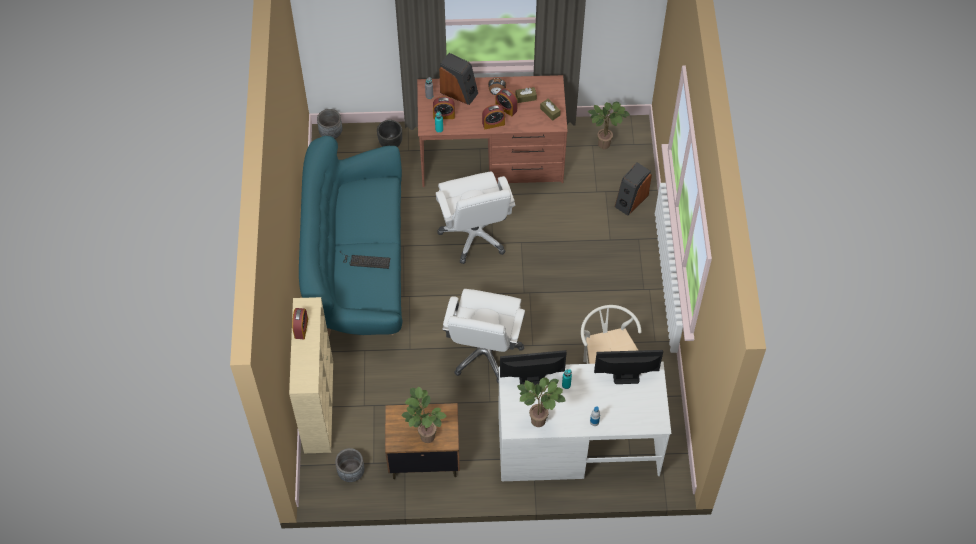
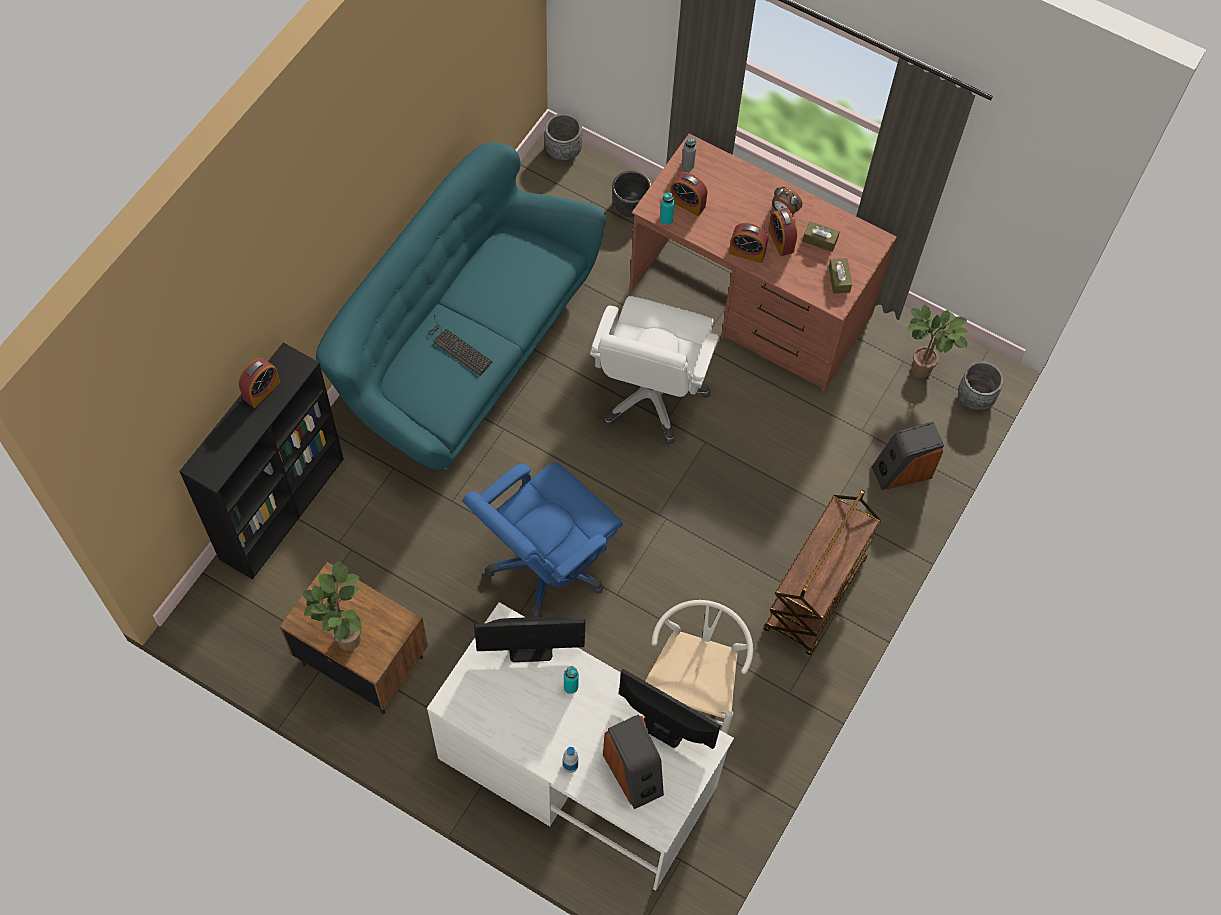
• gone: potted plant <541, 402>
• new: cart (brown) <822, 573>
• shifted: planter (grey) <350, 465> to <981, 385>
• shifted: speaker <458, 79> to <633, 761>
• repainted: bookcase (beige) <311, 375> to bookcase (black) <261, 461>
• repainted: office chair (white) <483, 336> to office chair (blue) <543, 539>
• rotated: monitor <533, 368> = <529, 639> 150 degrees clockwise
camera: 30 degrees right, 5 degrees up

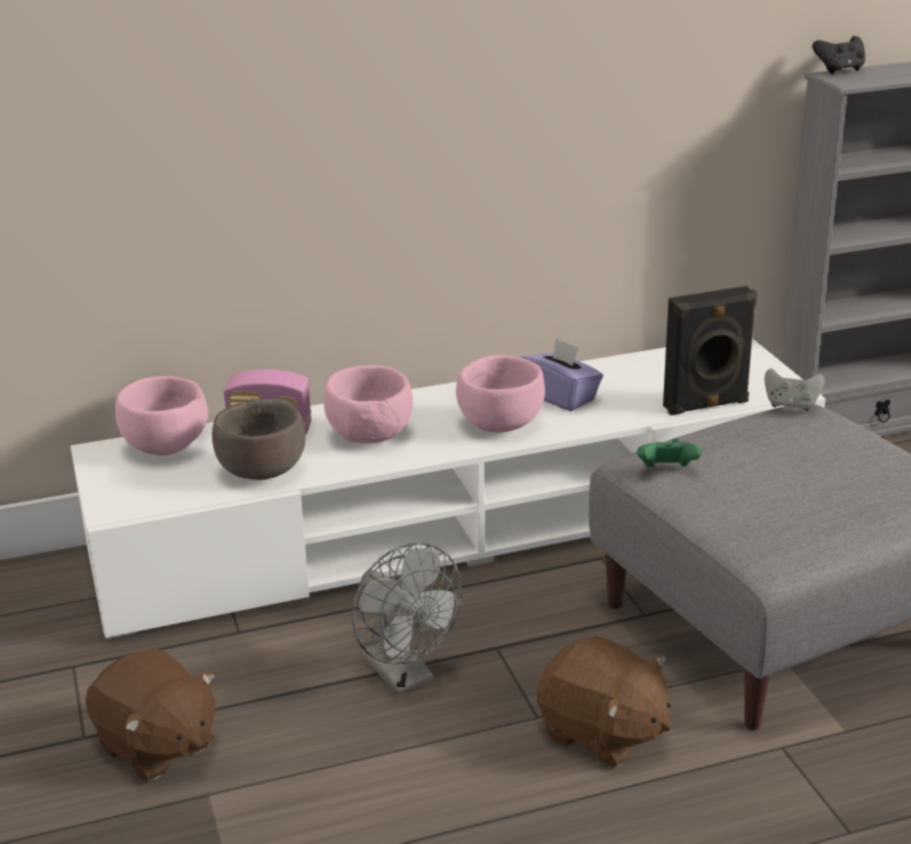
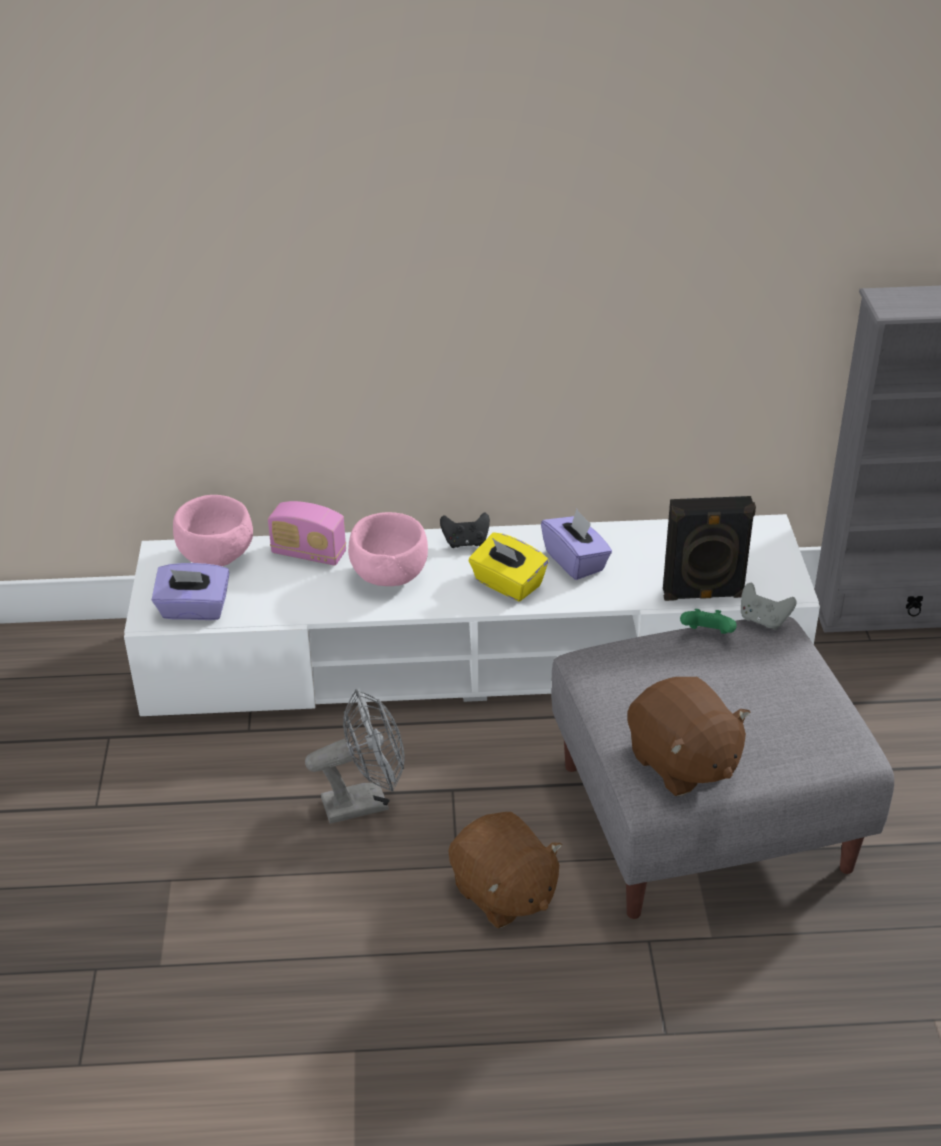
• gone: bowl (brown) <259, 439>
• new: tissue box (purple) <191, 591>
• shifted: plush toy (brown) <151, 715> to <688, 736>
• shifted: game controller (green) <669, 453> to <708, 621>
• shifted: game controller (black) <838, 55> to <465, 530>
• swapped: bowl (pink) <500, 393> to tissue box (yellow) <509, 567>
• rotated: fan (grey) <407, 618> = <355, 756> 90 degrees counterclockwise
camera: 15 degrees right, 10 degrees up

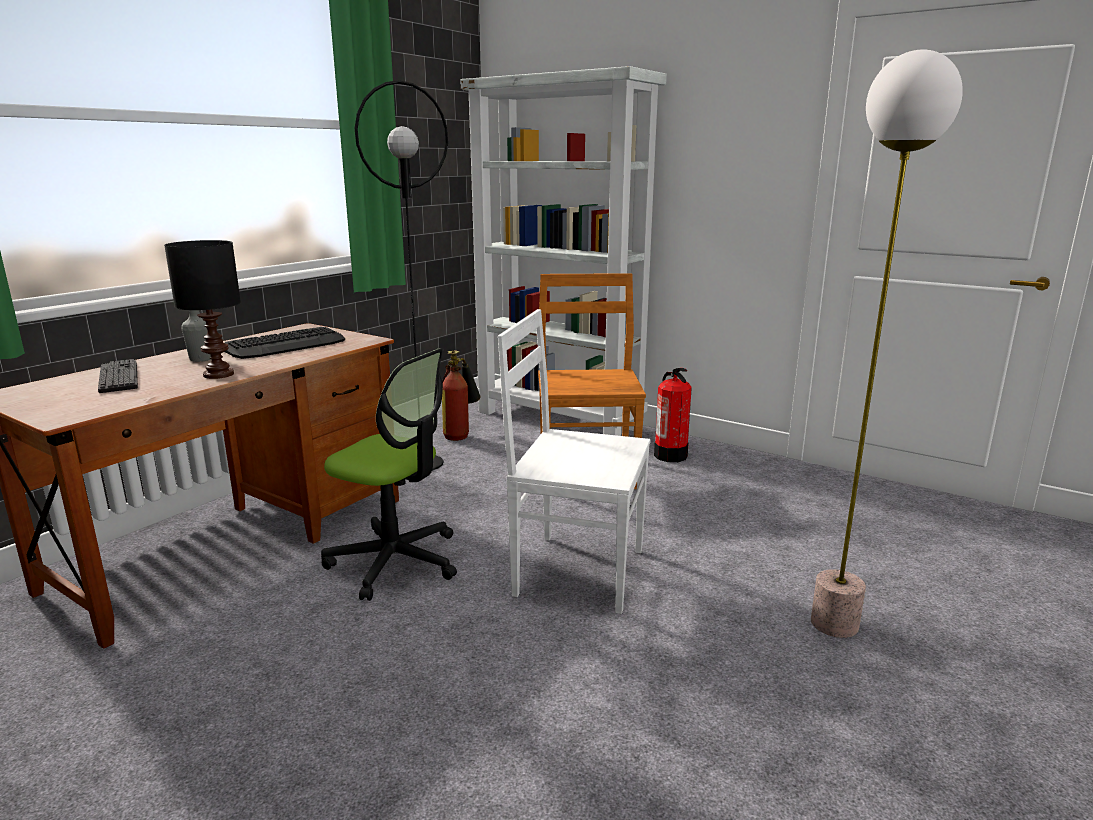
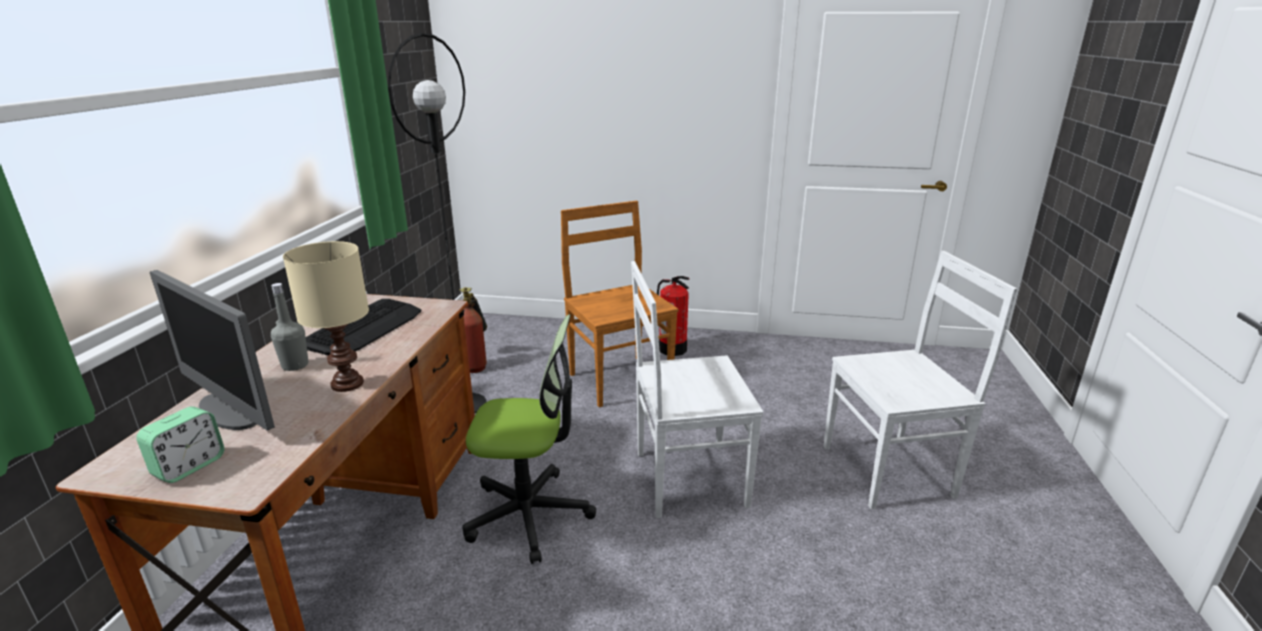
• gone: bookcase (white) <563, 251>
• new: alarm clock <180, 444>
• swapped: keyboard <118, 376> to monitor <212, 350>
• swapped: floor lamp <887, 344> to chair (white) <920, 380>
• repainted: table lamp (black) <202, 309> to table lamp (beige) <326, 316>
camera: 25 degrees left, 5 degrees up

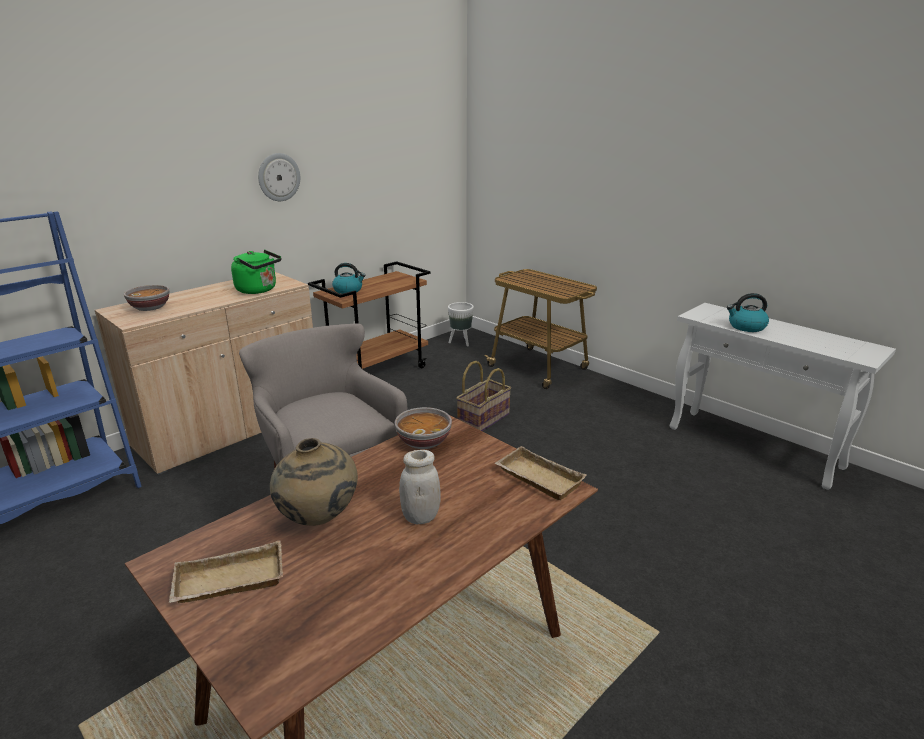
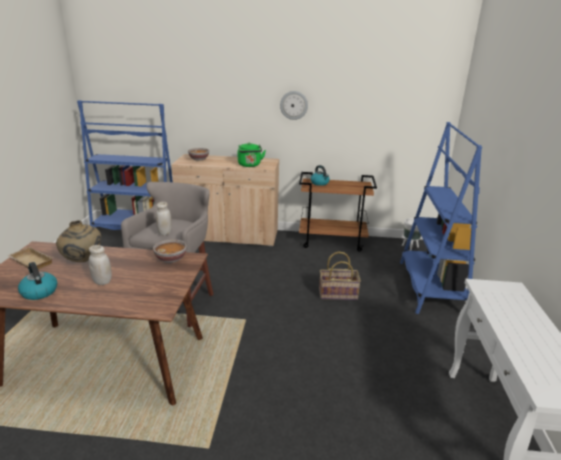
• gone: tray (beige) <541, 473>
• new: jar (white) <164, 218>
• shifted: kettle <748, 312> to <37, 281>
• swapped: cart <540, 329> to bookcase (blue) <441, 218>
camera: 50 degrees right, 0 degrees up

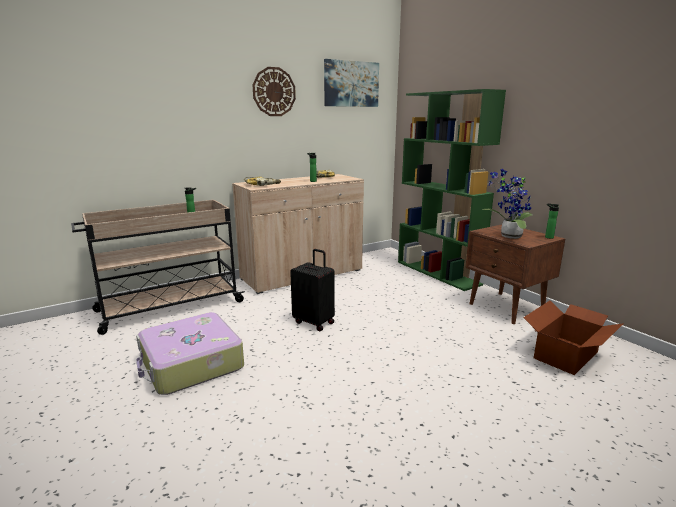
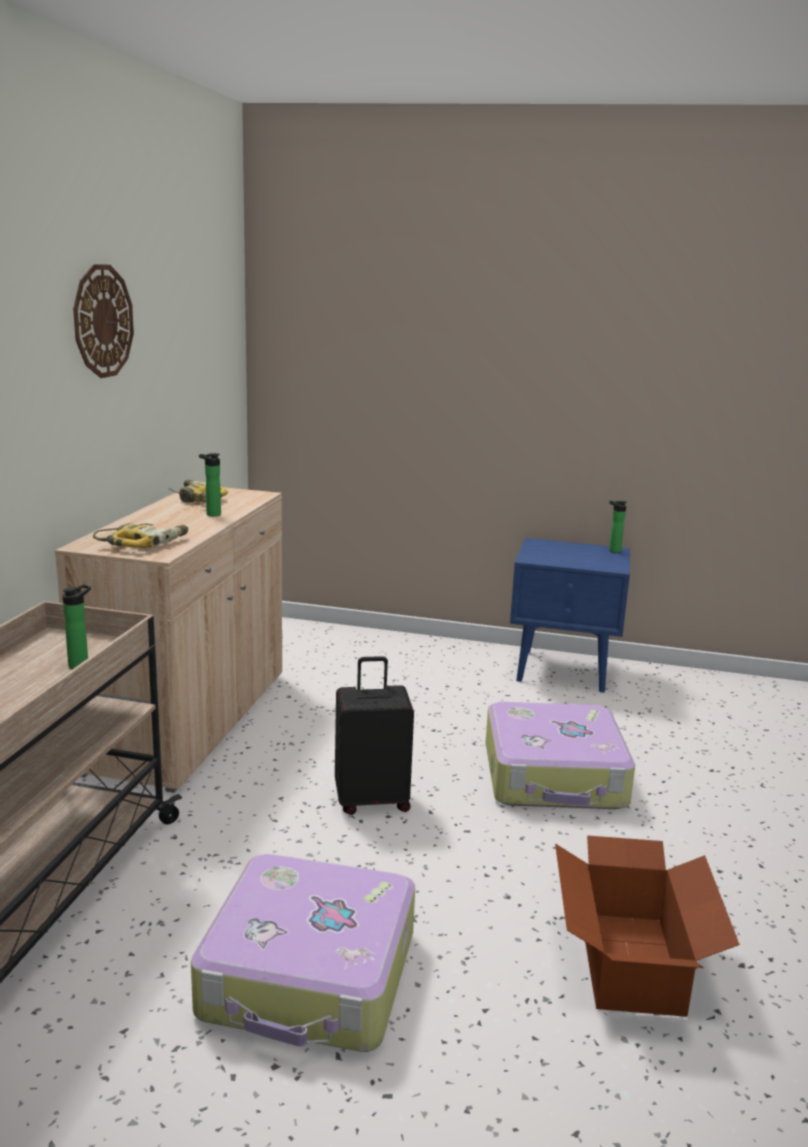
• gone: picture <351, 83>
• gone: bookcase (green) <452, 190>
• gone: potted plant <507, 204>
• new: suitcase <560, 755>
• shifted: cardboard box <573, 338> to <647, 926>
• repainted: nightstand (brown) <515, 274> to nightstand (blue) <570, 615>
camera: 45 degrees left, 0 degrees up

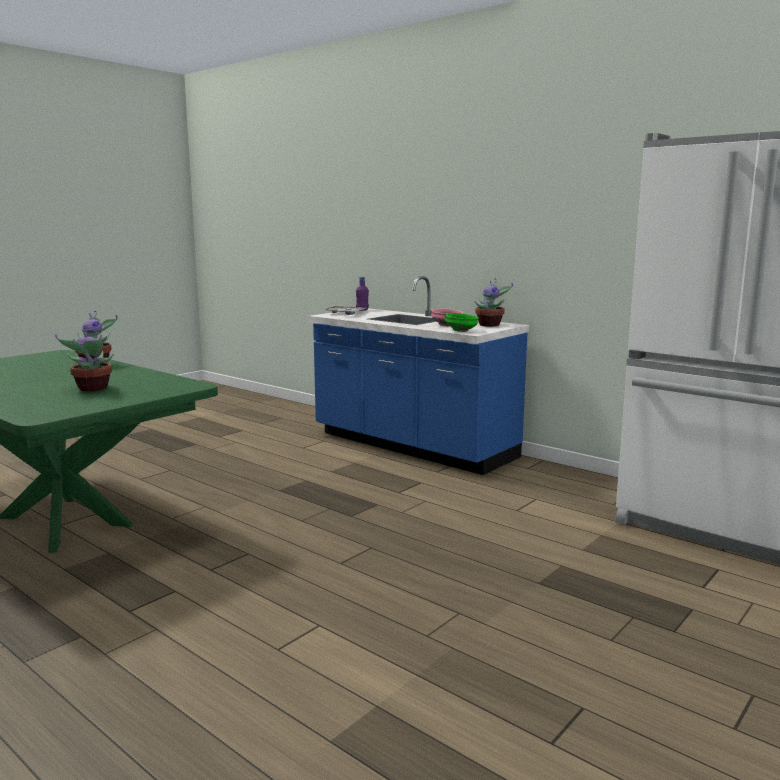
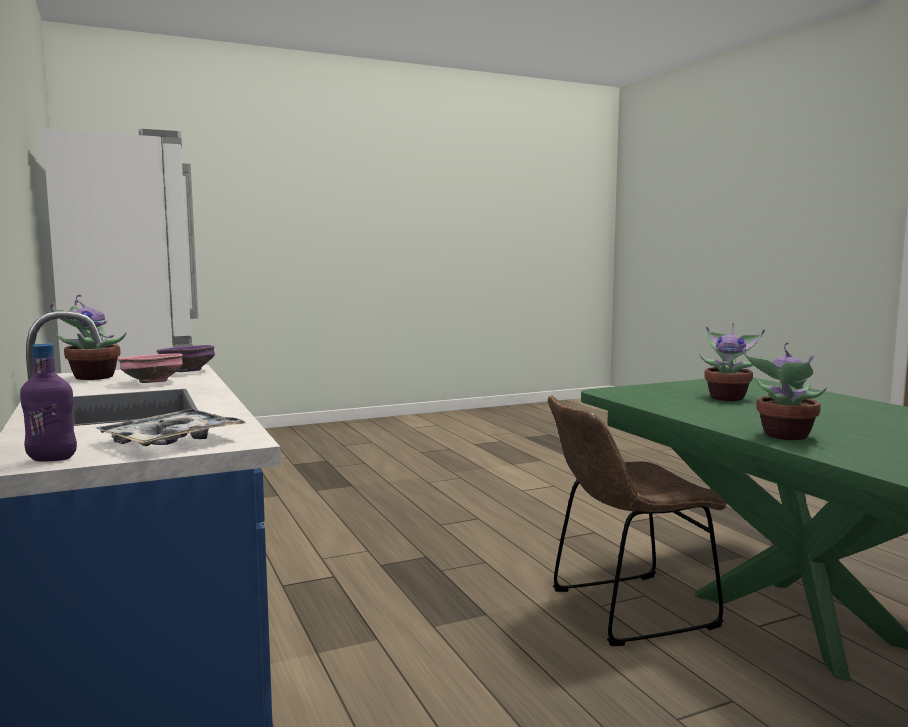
• new: chair (brown) <637, 521>
• repainted: bowl (green) <462, 322> to bowl (purple) <186, 358>
camera: 155 degrees left, 5 degrees down

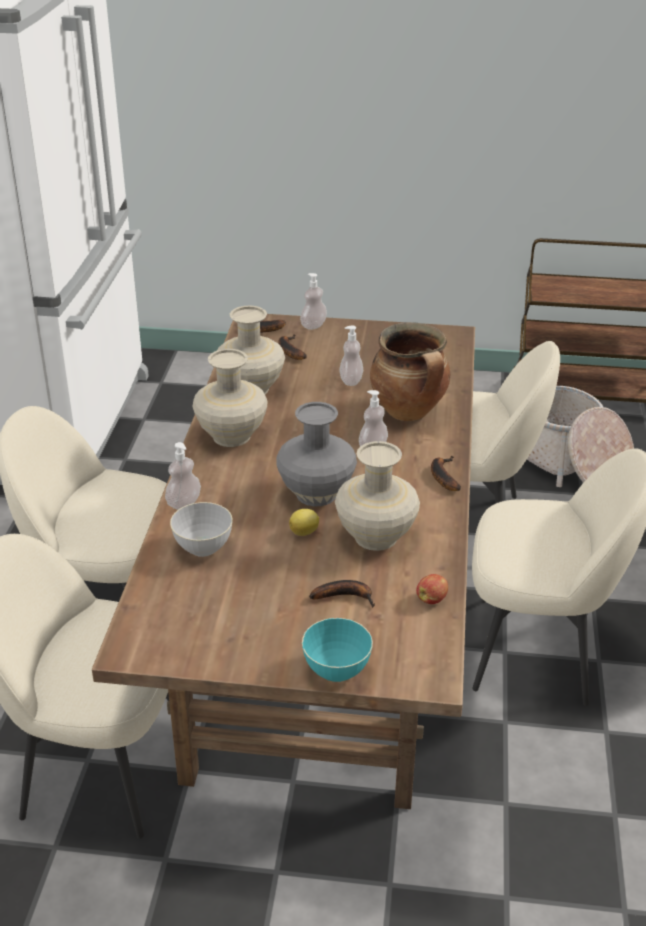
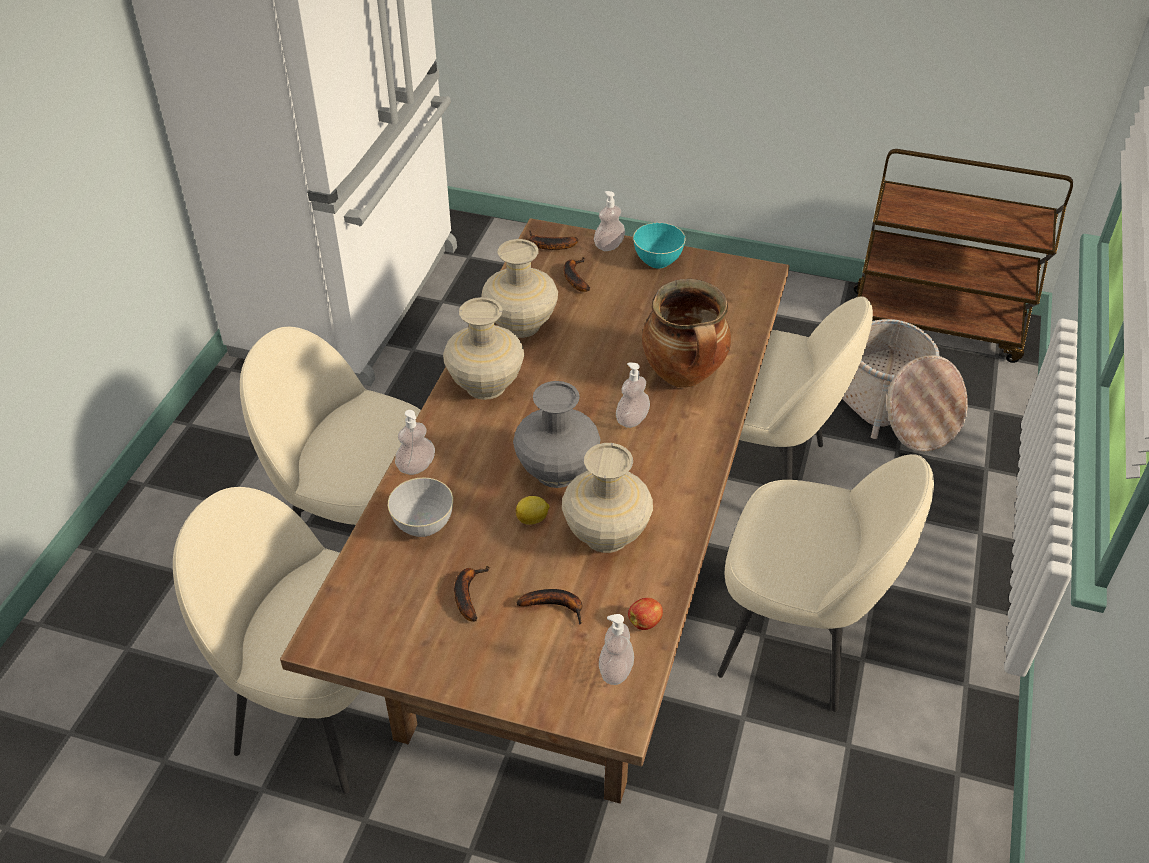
• shifted: bowl (turquoise) <337, 650> to <659, 245>
• shifted: soap dispenser <351, 355> to <616, 649>
• shifted: banana <446, 473> to <472, 594>
camera: 10 degrees right, 10 degrees up

